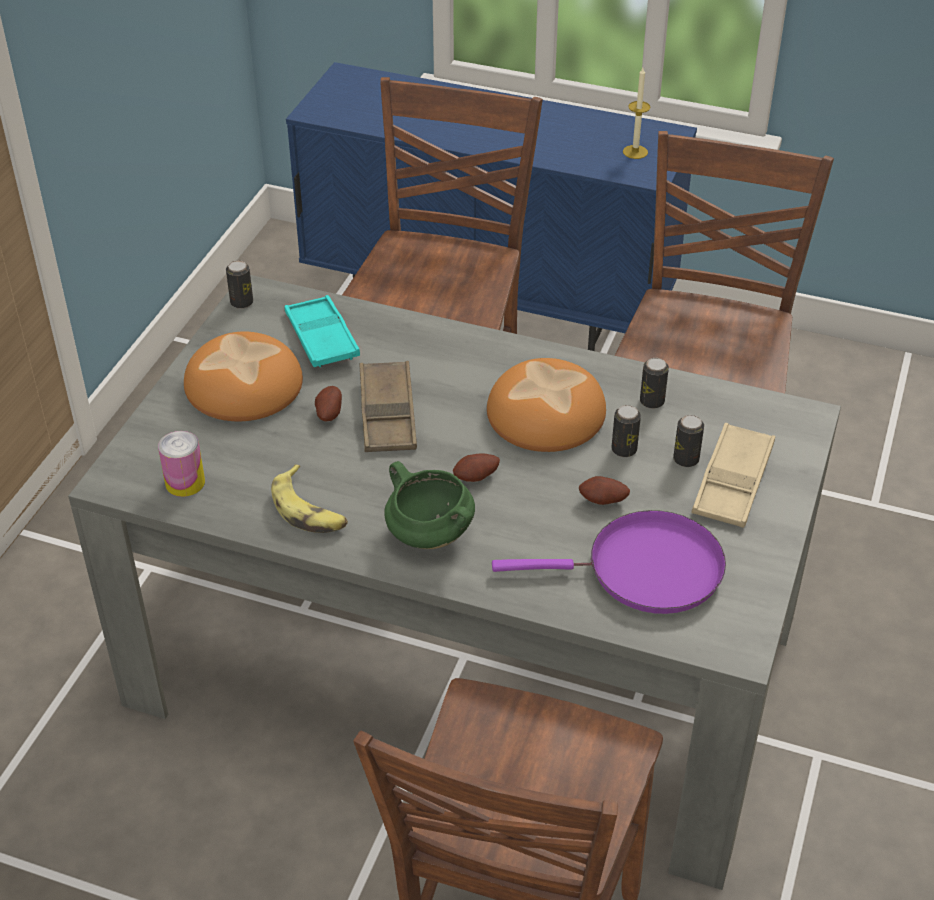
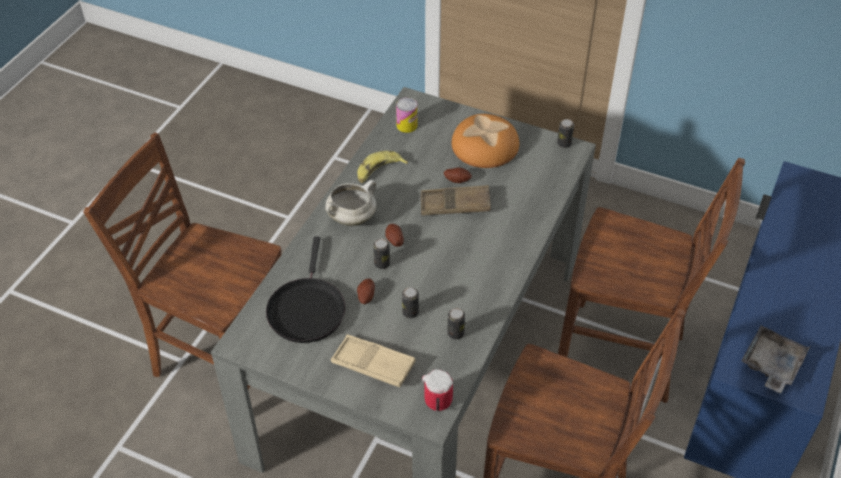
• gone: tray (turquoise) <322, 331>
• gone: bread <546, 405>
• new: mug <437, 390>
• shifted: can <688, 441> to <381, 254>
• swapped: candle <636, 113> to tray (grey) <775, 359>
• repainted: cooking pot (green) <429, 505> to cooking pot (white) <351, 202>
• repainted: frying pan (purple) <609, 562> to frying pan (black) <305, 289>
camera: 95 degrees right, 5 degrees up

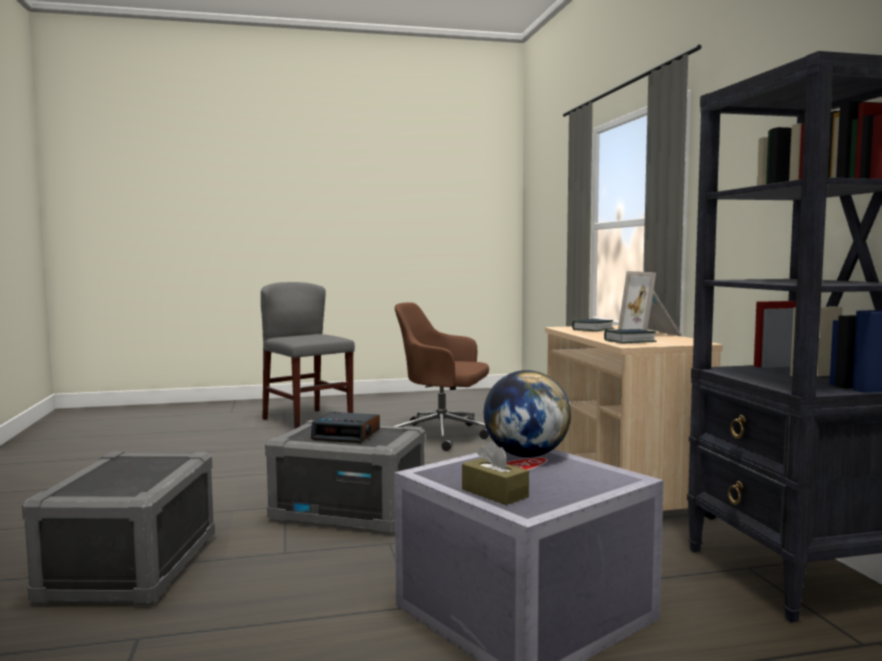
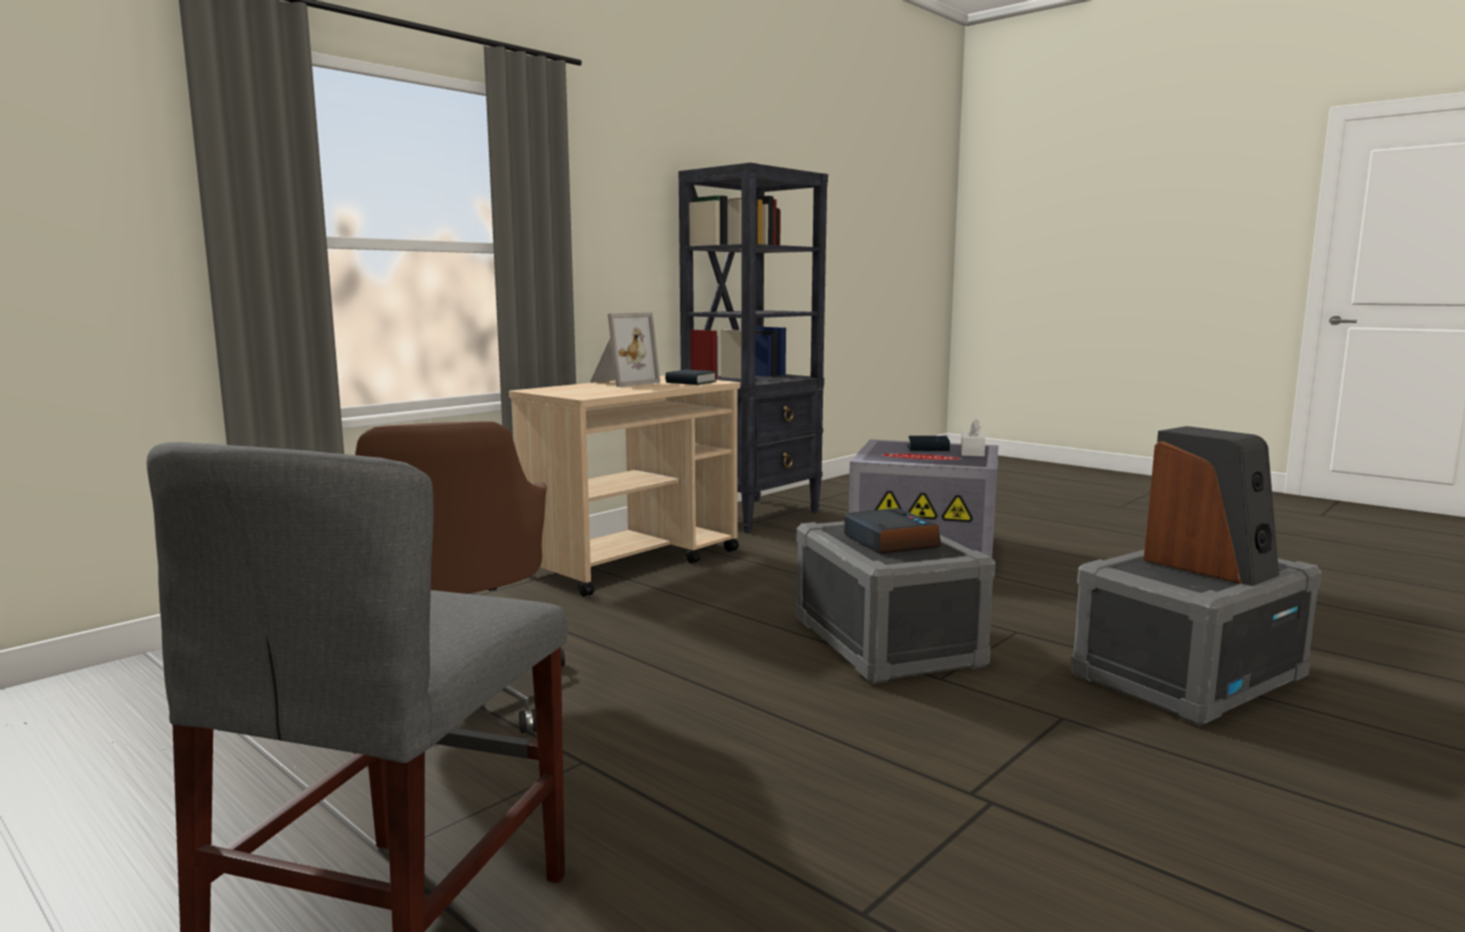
• gone: globe <527, 414>
• new: speaker <1211, 506>
• shifted: book <593, 325> to <929, 443>
• repainted: tissue box (brown) <495, 473> to tissue box (white) <973, 437>
camera: 125 degrees left, 5 degrees up

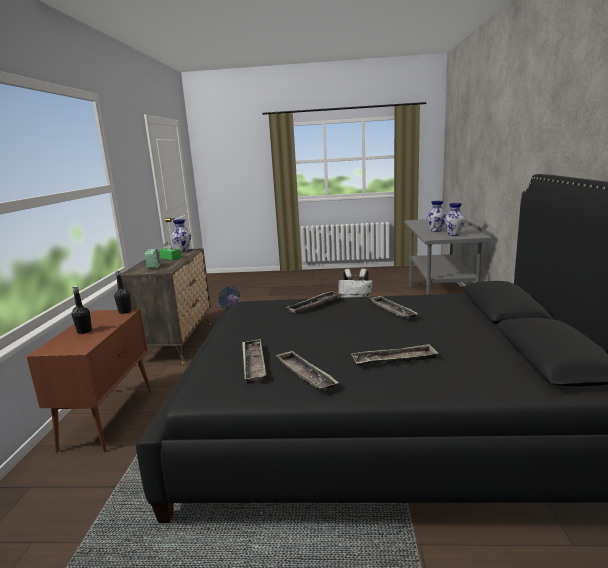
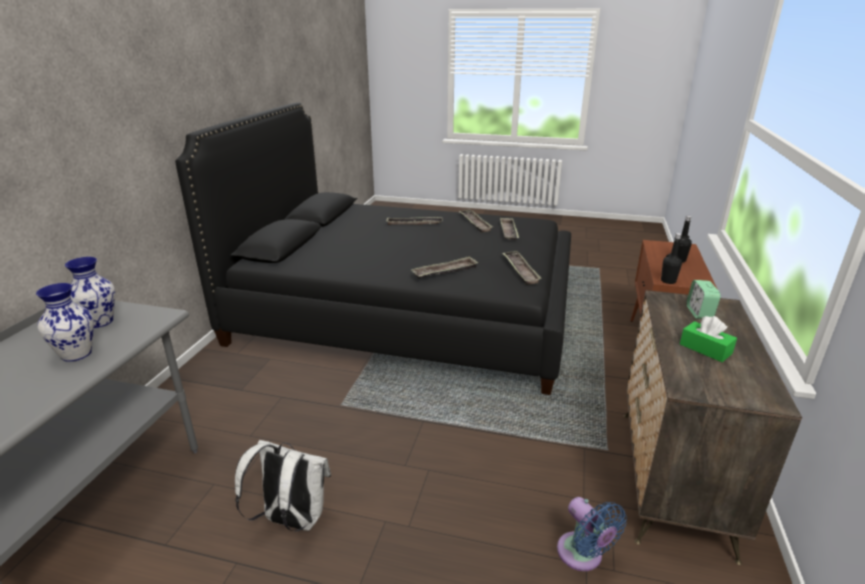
• gone: vase <181, 235>
• shifted: tray <394, 307> to <522, 268>
camera: 170 degrees left, 10 degrees up

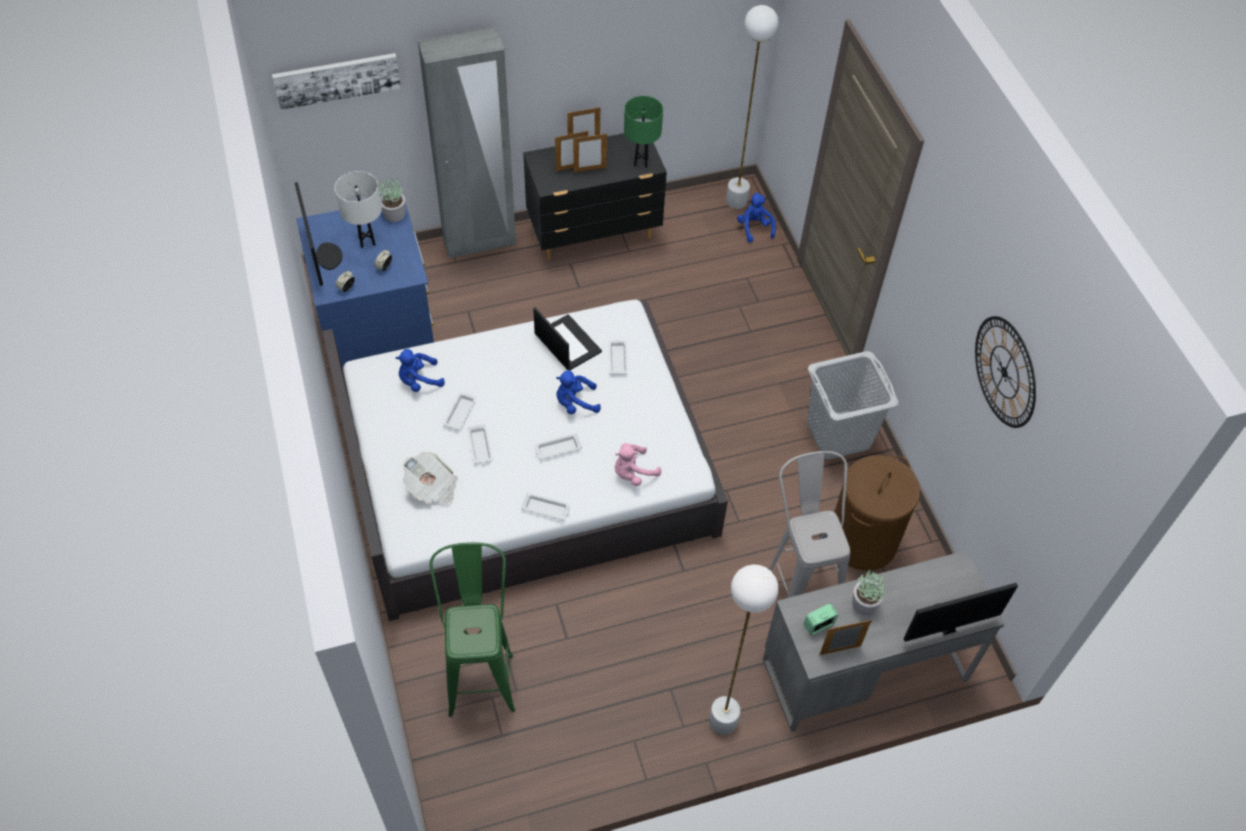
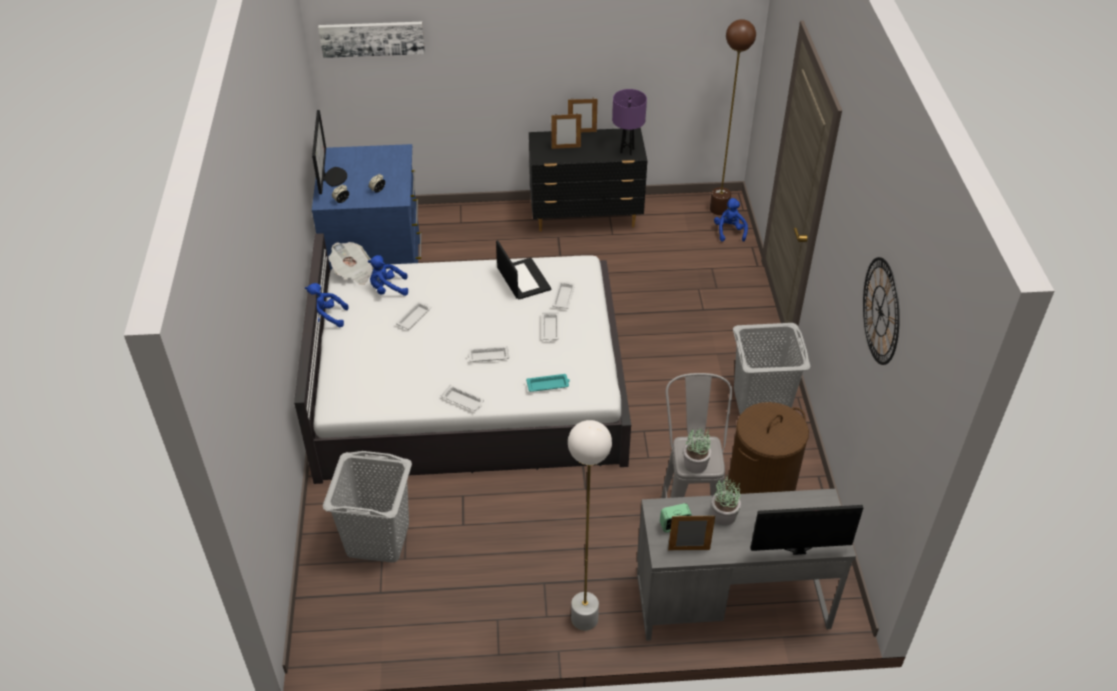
• gone: table lamp (white) <358, 209>
• gone: wardrobe (grey) <467, 143>
• gone: picture frame <590, 153>
• shifted: potted plant <392, 199> to <697, 451>
• shifted: newspaper <430, 479> to <350, 263>
• shifted: tray (white) <480, 444> to <550, 327>
• shifted: plush toy (blue) <578, 392> to <327, 305>
• swapped: stool (green) <472, 629> to laundry basket (grey) <367, 507>
• swapped: plush toy (pink) <638, 464> to tray (turquoise) <548, 383>
• repainted: table lamp (green) <643, 132> to table lamp (purple) <629, 122>
• repainted: floor lamp (white) <752, 107> to floor lamp (brown) <733, 117>
camera: 15 degrees right, 10 degrees down

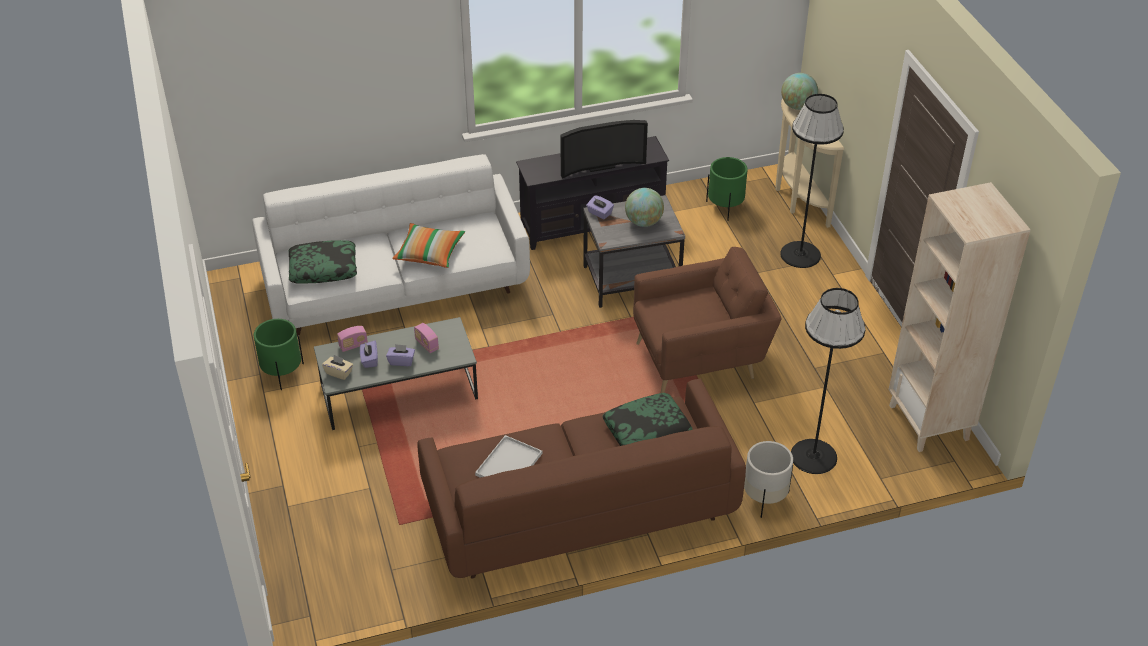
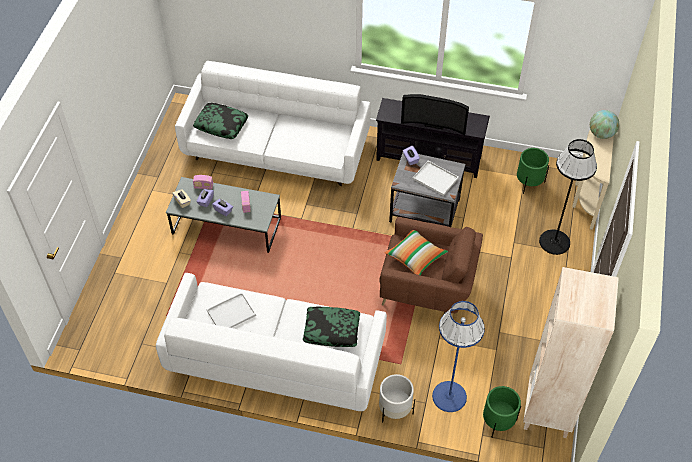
• shifted: planter (green) <279, 354> to <502, 412>
• shifted: pillow <428, 245> to <416, 252>
• swapped: globe <644, 207> to tray (white) <436, 178>
• repainted: sofa (brown) <581, 479> to sofa (white) <271, 342>
• repainted: floor lamp (black) <828, 381> to floor lamp (blue) <458, 356>
camera: 30 degrees right, 10 degrees up

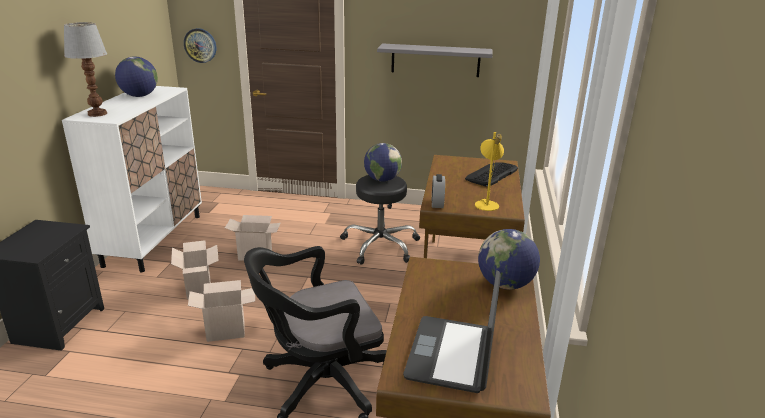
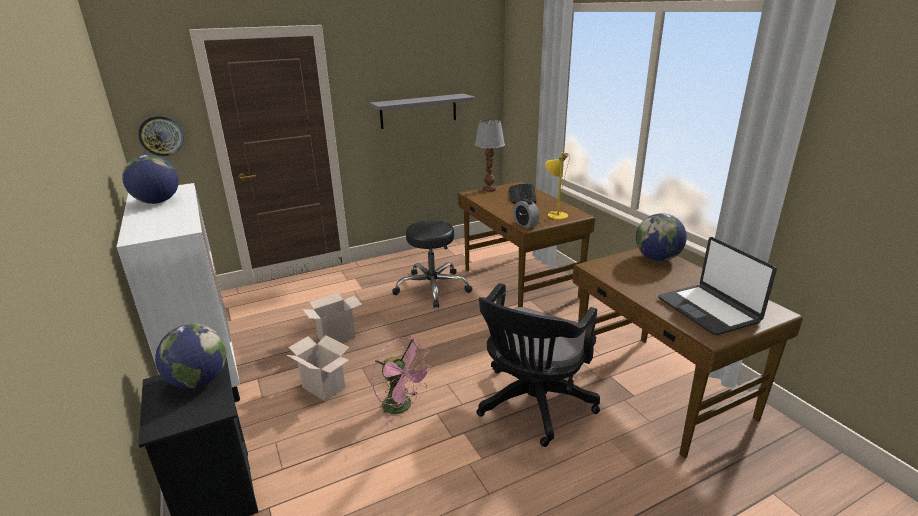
• shifted: table lamp <85, 69> to <490, 156>
• shifted: globe <383, 162> to <191, 356>
• swapped: cardboard box <221, 311> to fan (pink) <402, 380>
camera: 35 degrees left, 0 degrees up

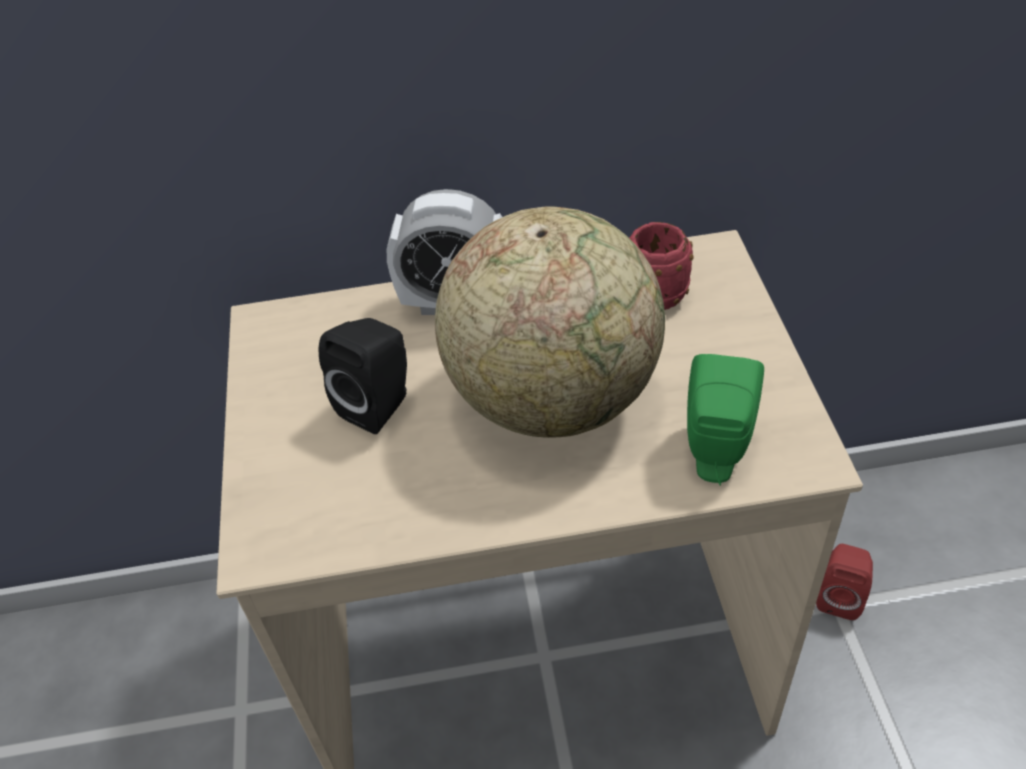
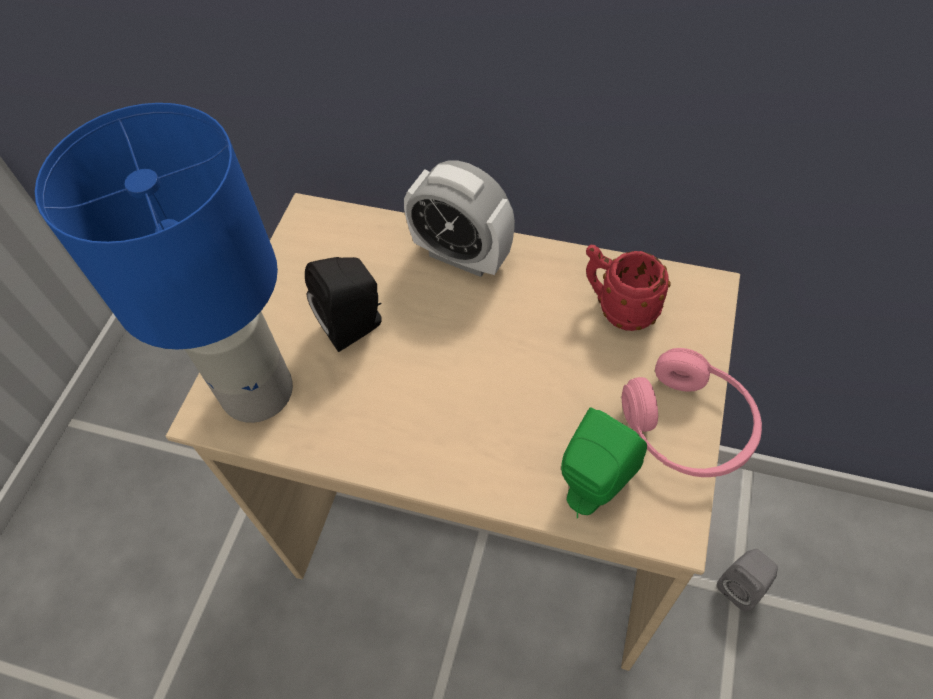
• gone: globe <550, 322>
• new: table lamp (blue) <164, 263>
• new: headphones (pink) <692, 412>
• repainted: speaker (red) <844, 582> to speaker (grey) <747, 580>
camera: 25 degrees right, 10 degrees up

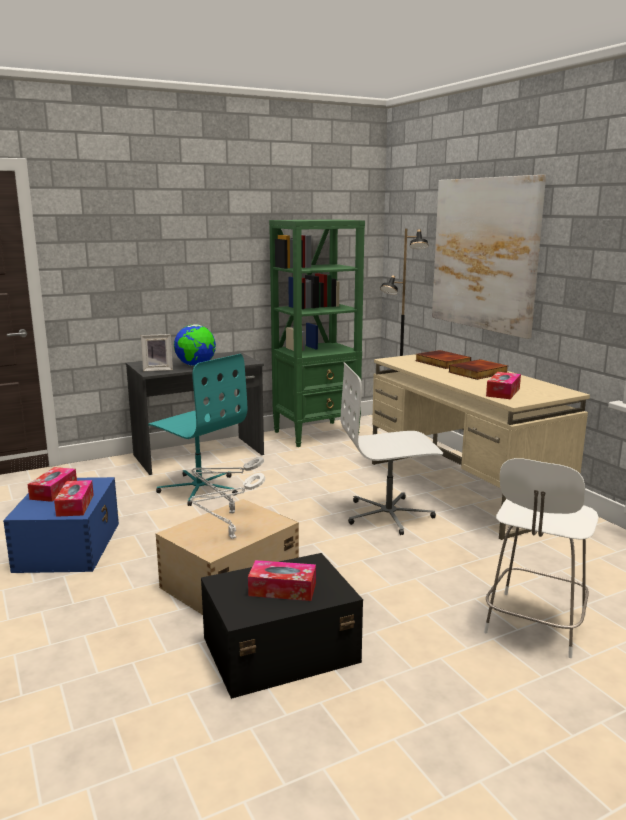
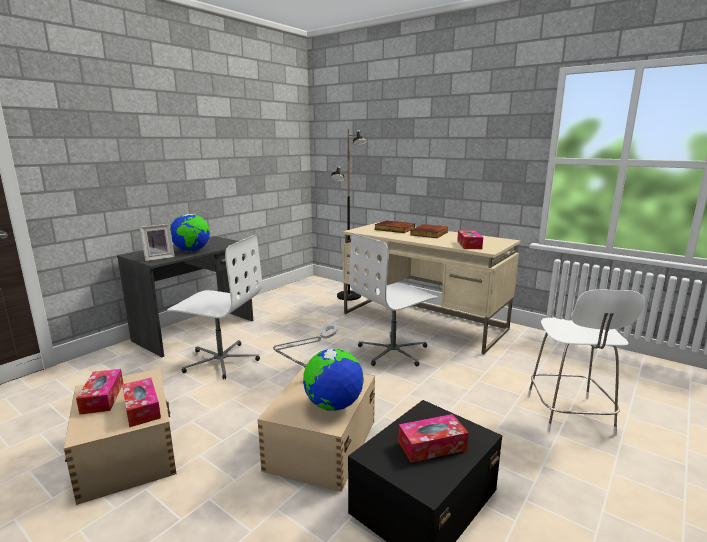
• gone: bookcase (green) <317, 333>
• gone: picture <489, 257>
• swapped: table lamp (white) <227, 506> to globe <333, 380>
• repainted: storage box (blue) <61, 525> to storage box (beige) <120, 437>
• repainted: office chair (turquoise) <197, 430> to office chair (white) <214, 307>
camera: 25 degrees left, 0 degrees up

